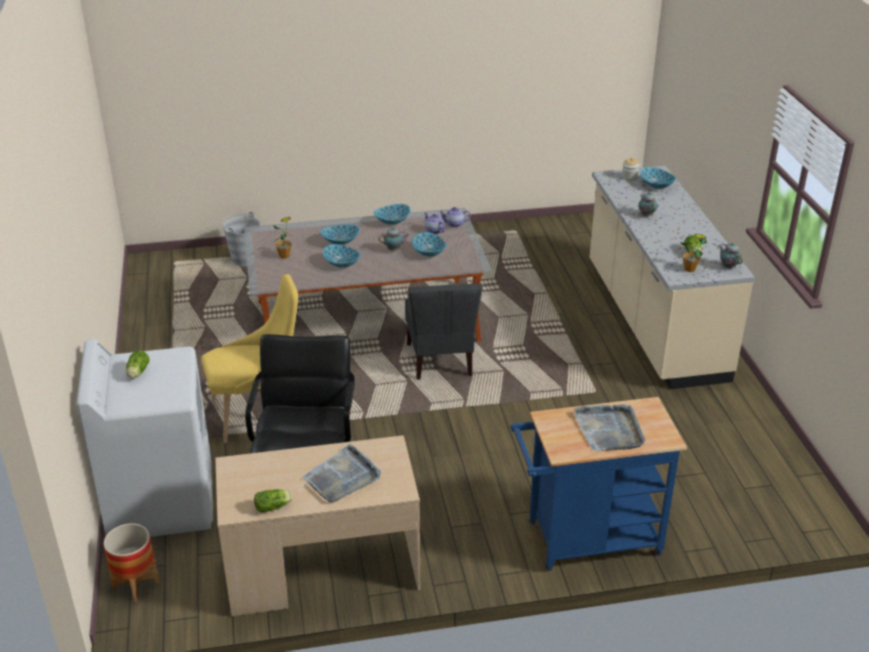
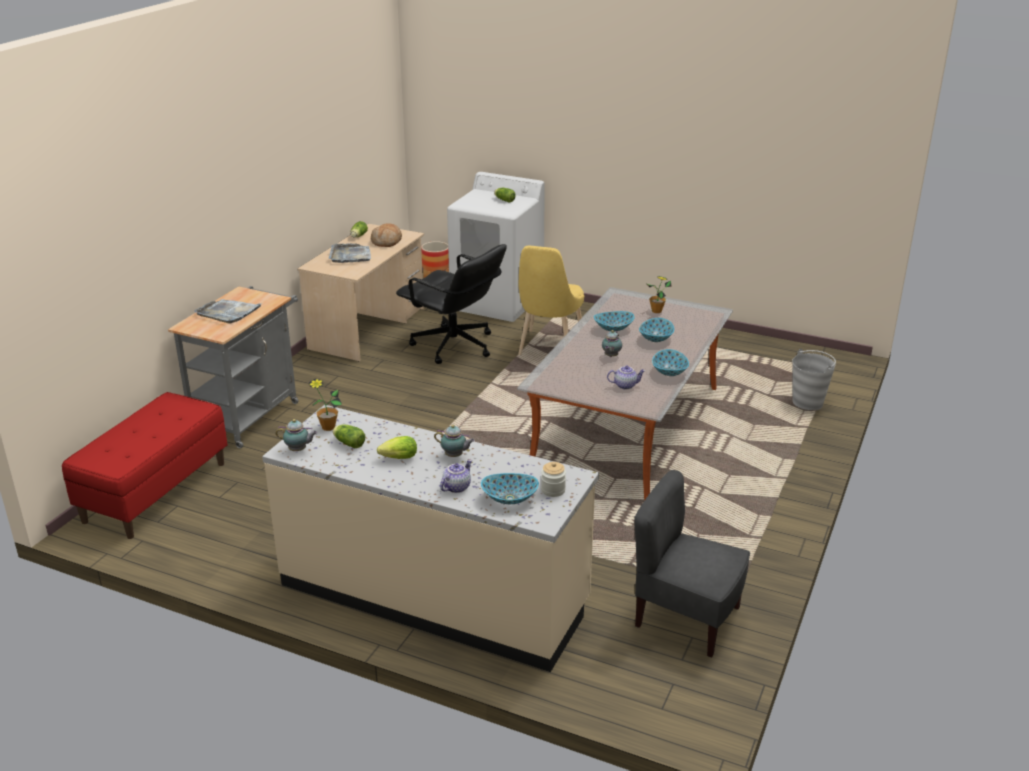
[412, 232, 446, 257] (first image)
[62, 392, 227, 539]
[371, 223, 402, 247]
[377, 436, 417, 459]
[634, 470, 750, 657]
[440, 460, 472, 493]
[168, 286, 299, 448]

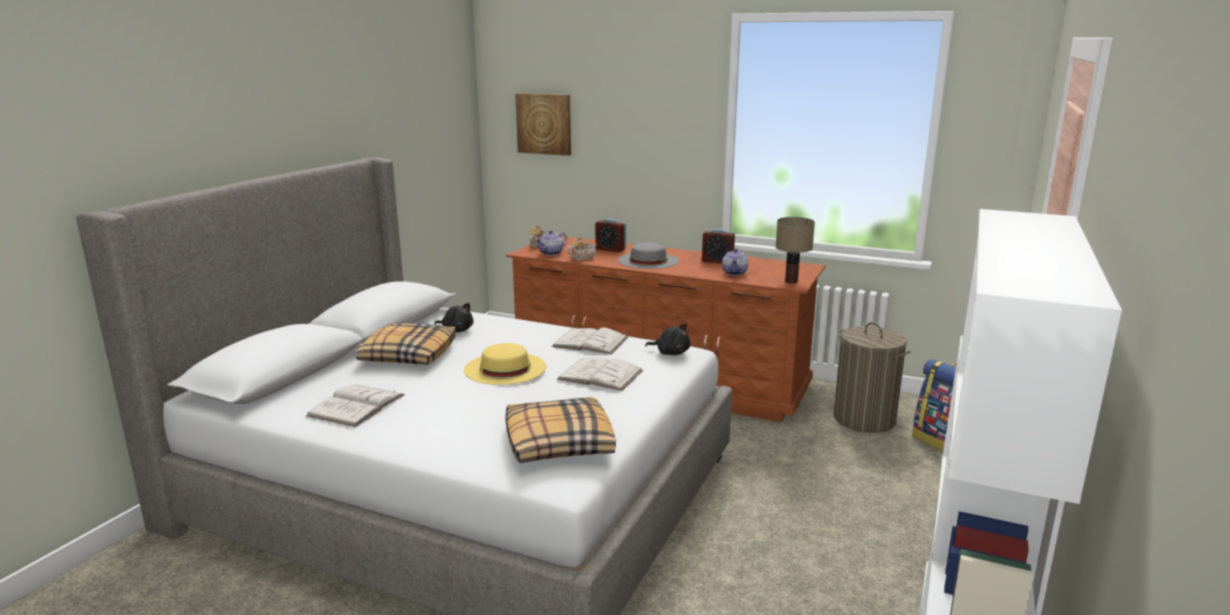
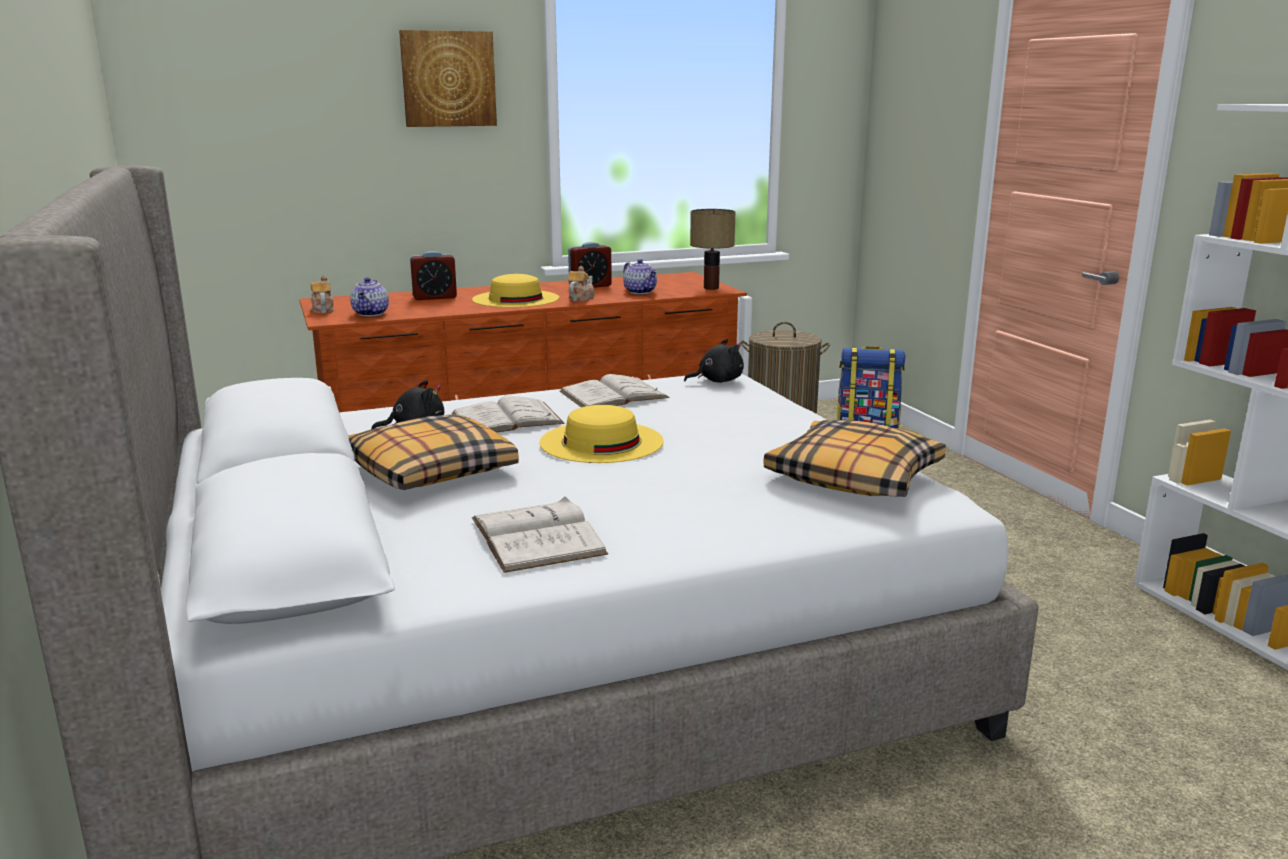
[399, 30, 497, 127]
[452, 396, 564, 432]
[568, 266, 594, 302]
[472, 274, 559, 307]

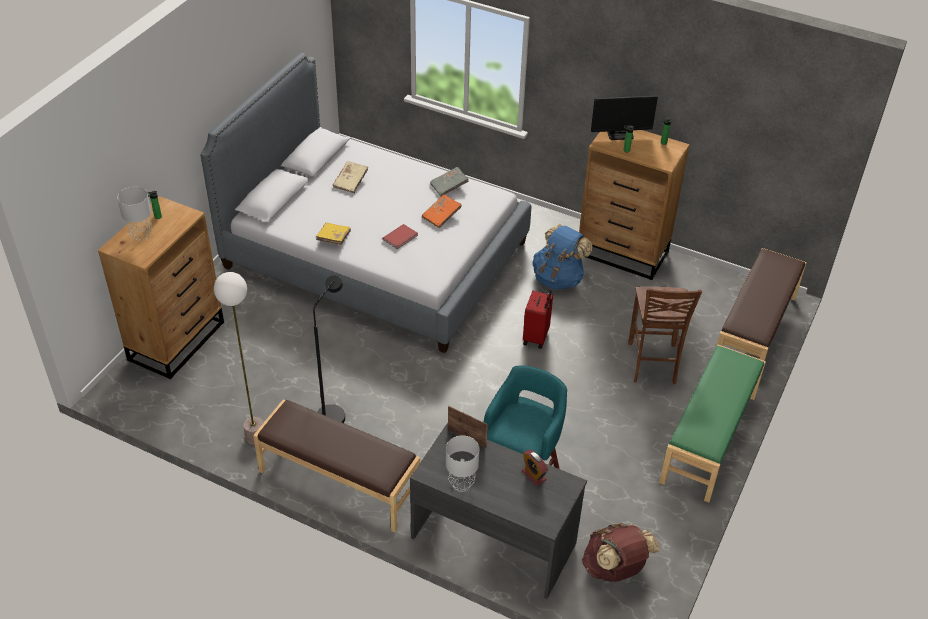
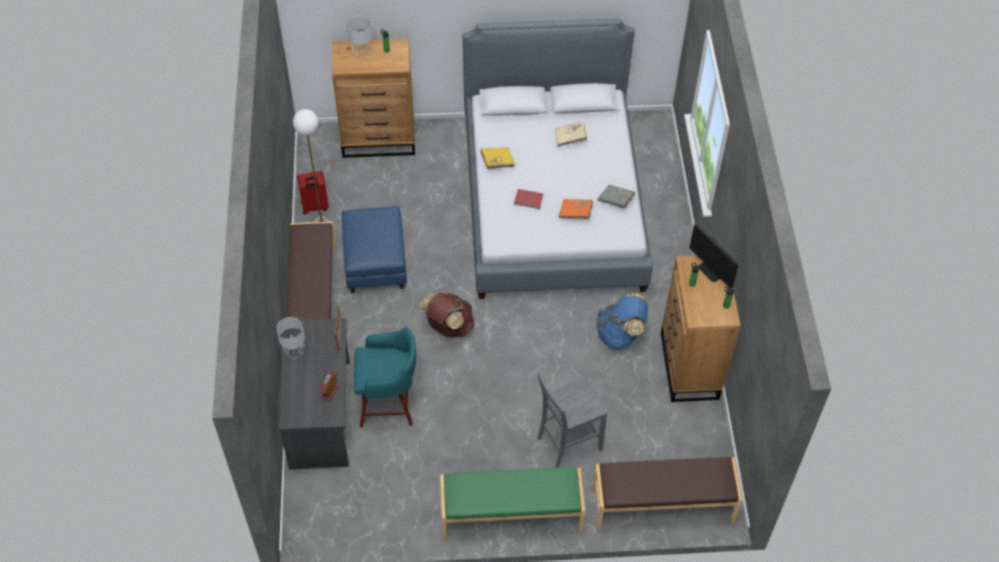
[297, 171, 329, 214]
[418, 292, 474, 337]
[342, 206, 407, 293]
[537, 372, 608, 468]

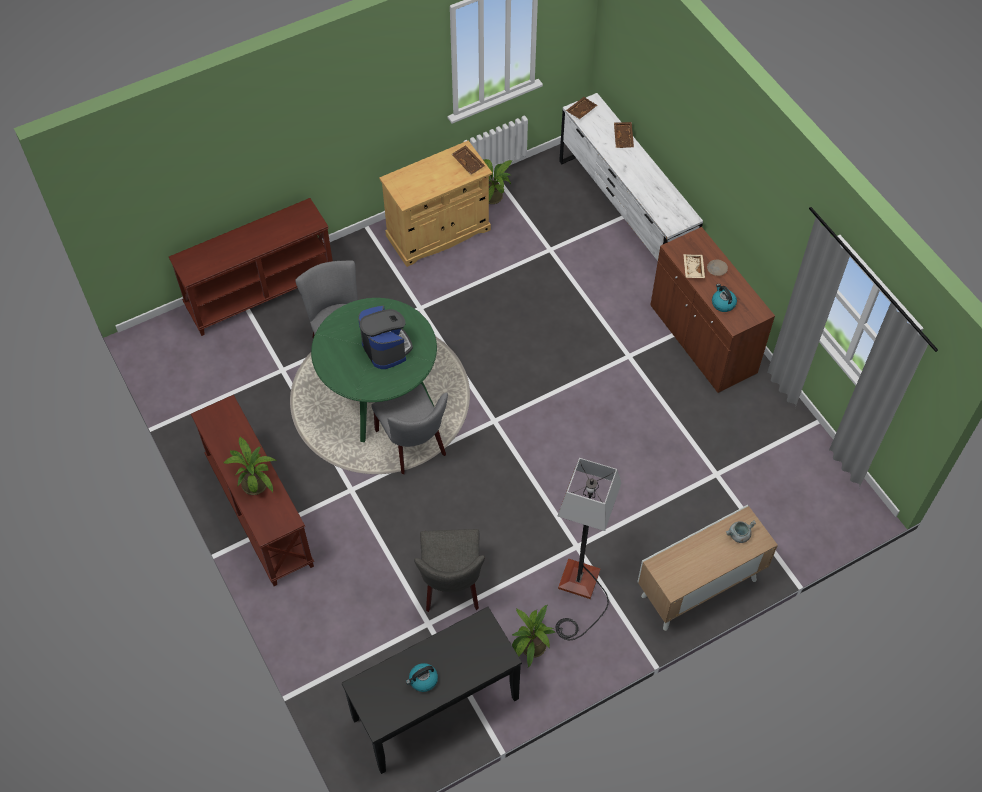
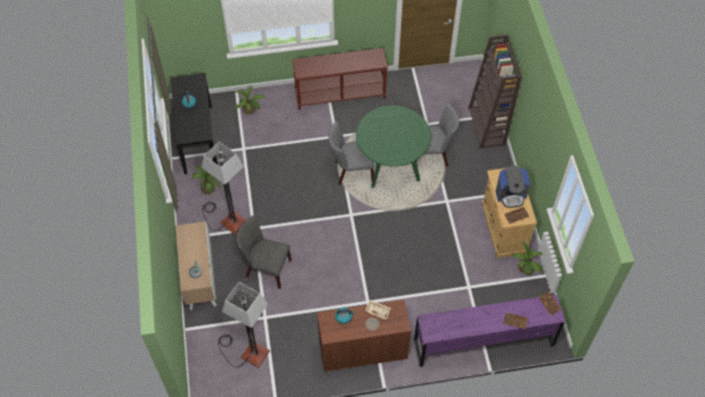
[218, 282, 270, 368]
[234, 86, 266, 115]
[496, 165, 530, 208]
[236, 215, 292, 289]
[468, 34, 522, 148]
[414, 295, 565, 367]

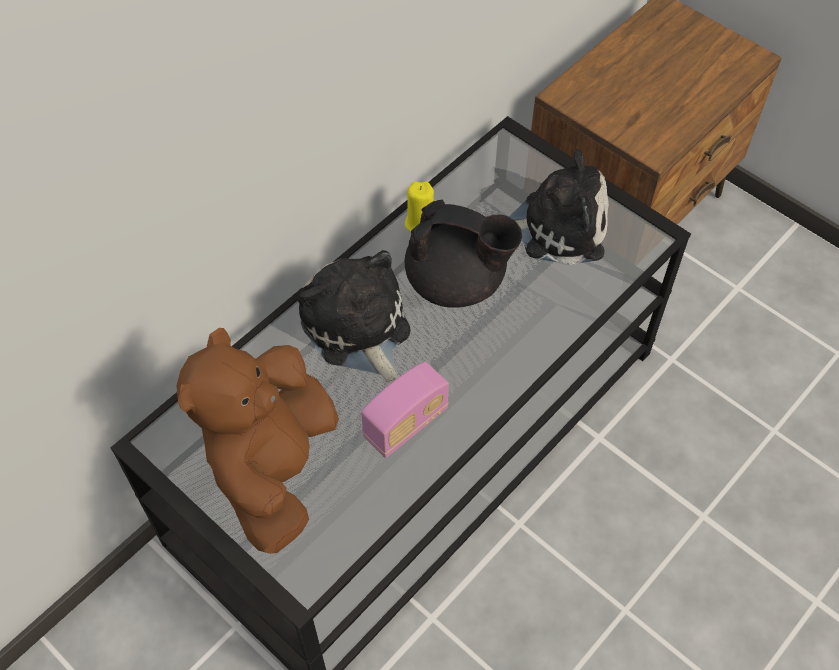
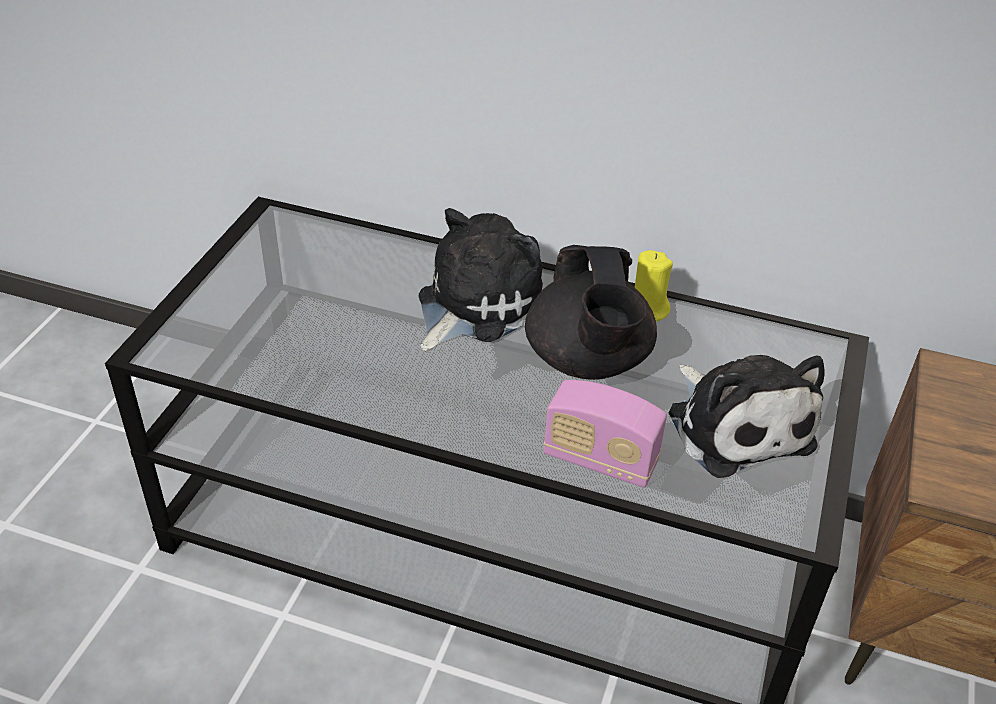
[176, 328, 339, 554] (first image)
[544, 380, 667, 488]

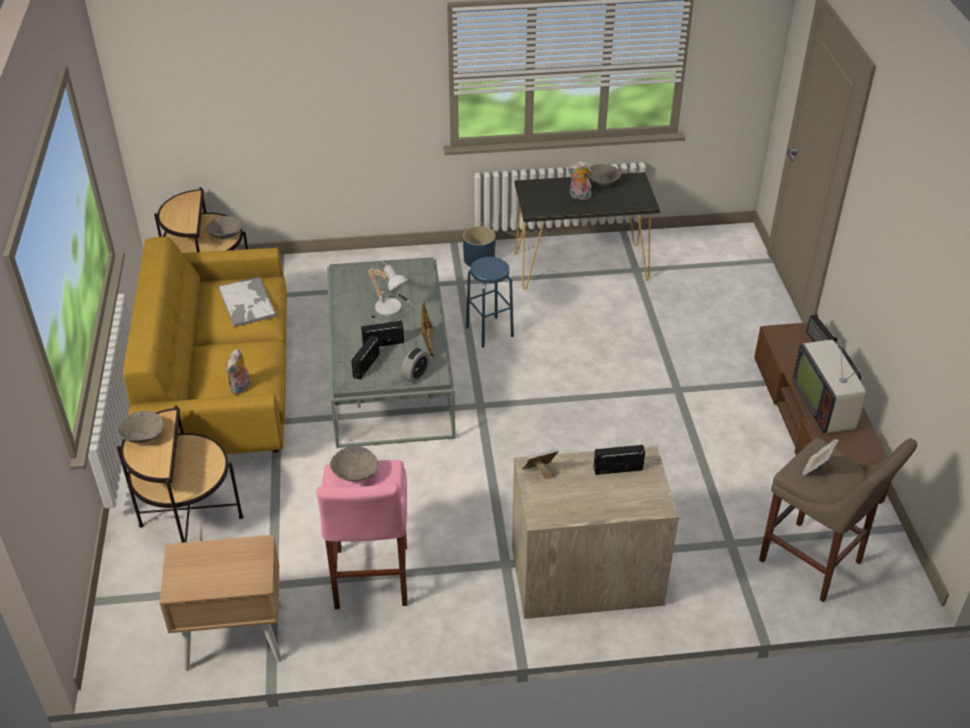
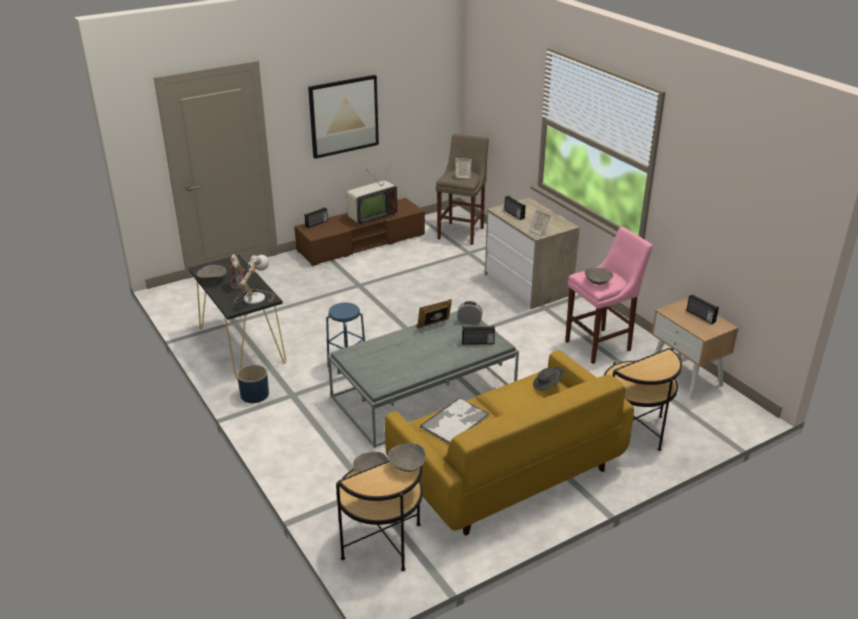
[308, 75, 379, 159]
[388, 443, 426, 472]
[687, 294, 719, 324]
[234, 255, 274, 304]
[533, 367, 564, 390]

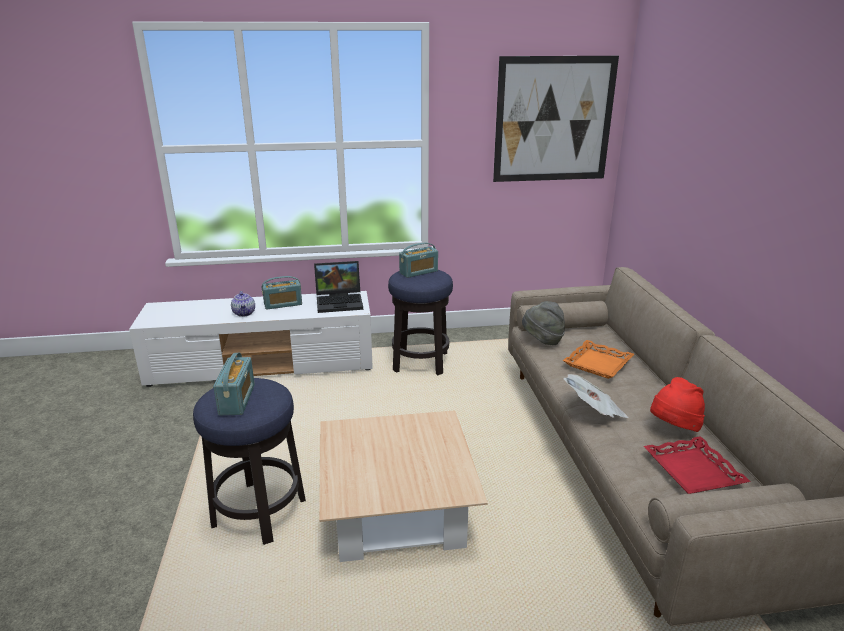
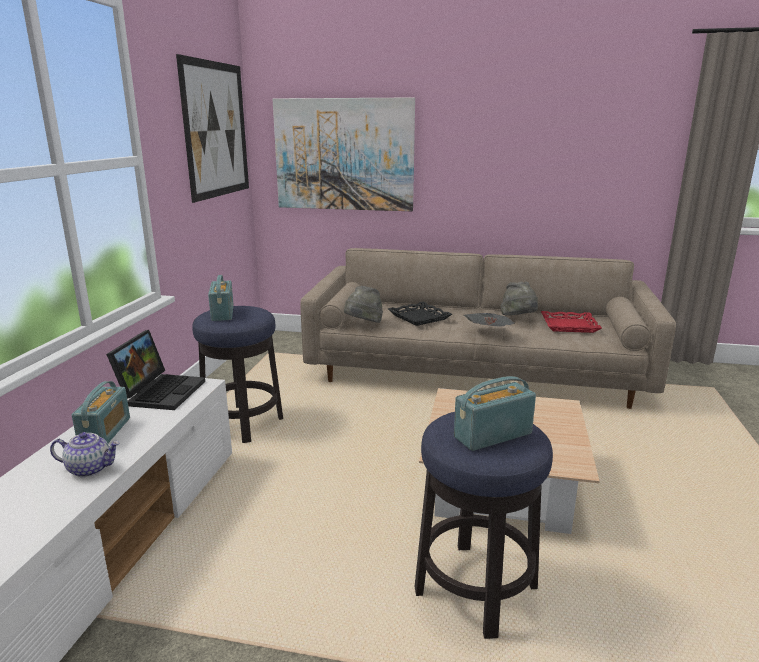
[273, 97, 415, 211]
[388, 302, 452, 326]
[501, 282, 538, 315]
[454, 376, 536, 451]

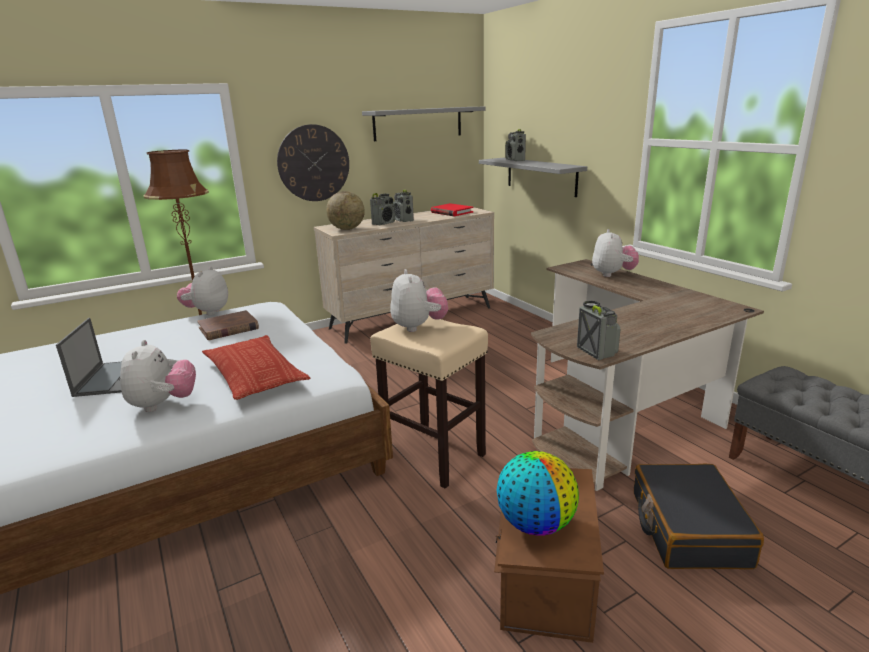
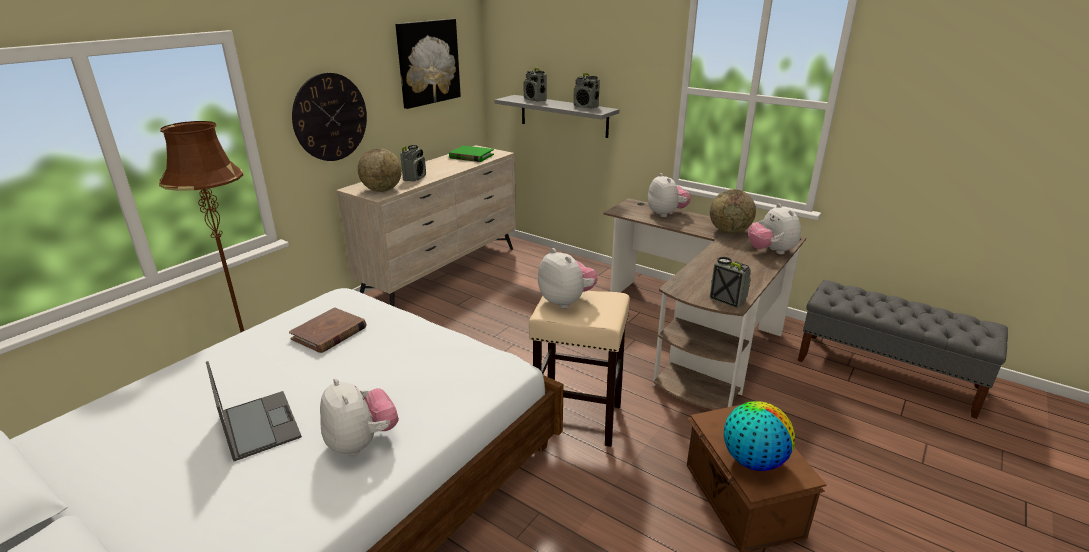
[202, 335, 310, 400] (first image)
[634, 464, 764, 569] (first image)
[710, 189, 756, 234]
[748, 204, 801, 254]
[573, 73, 600, 109]
[395, 19, 461, 109]
[449, 145, 494, 162]

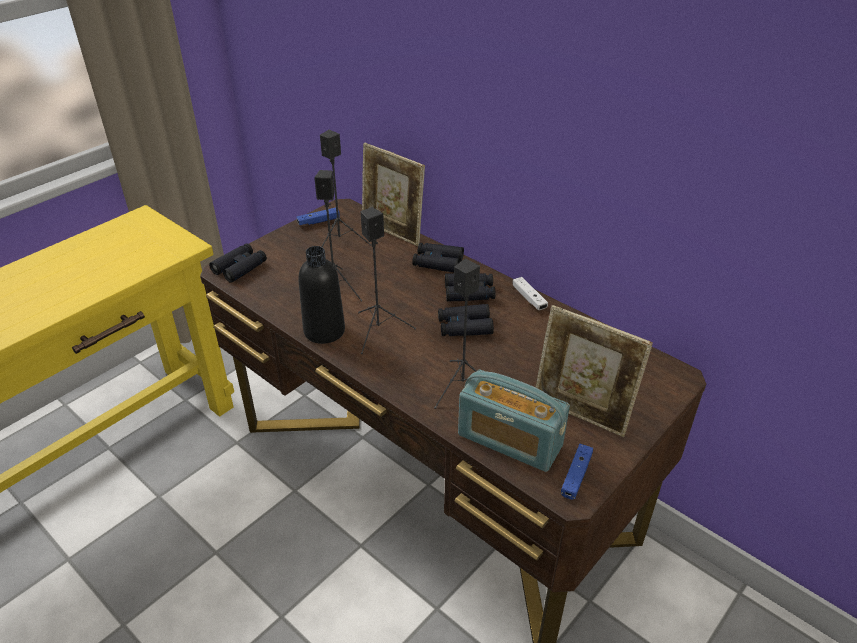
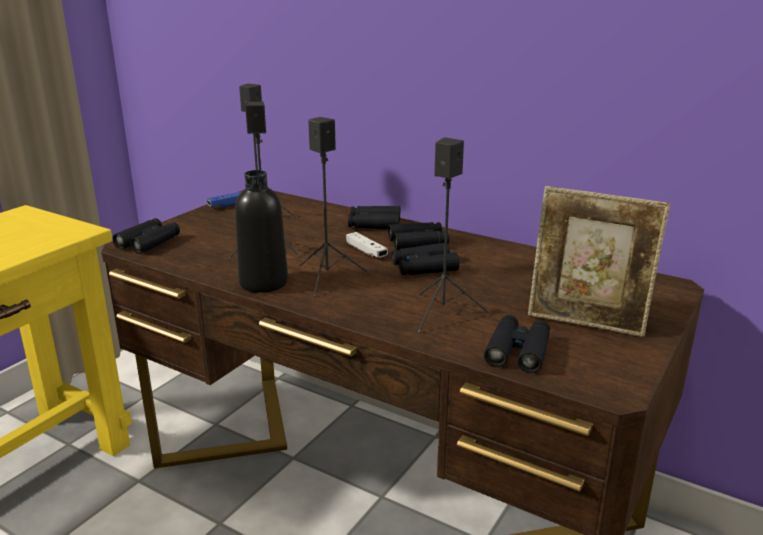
[362, 143, 425, 246] (first image)
[561, 444, 593, 500] (first image)
[346, 232, 388, 258]
[484, 315, 550, 373]

